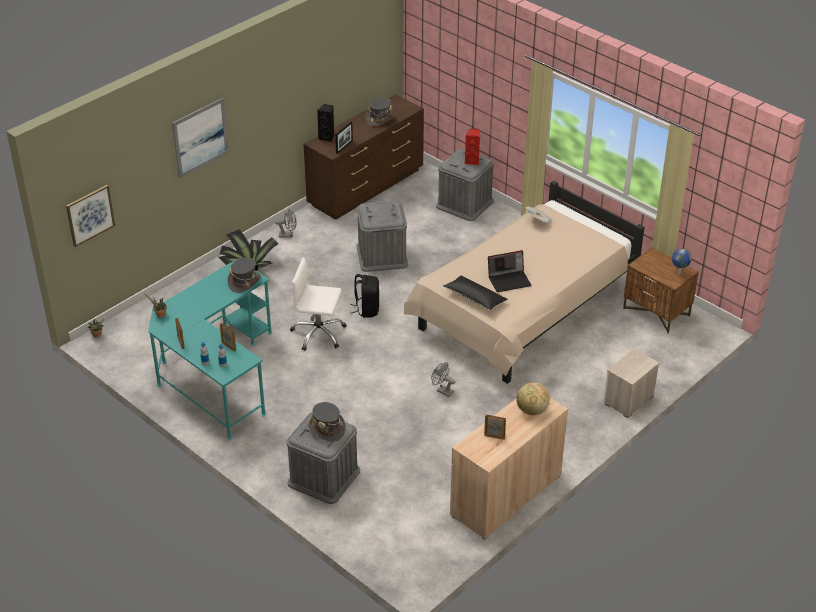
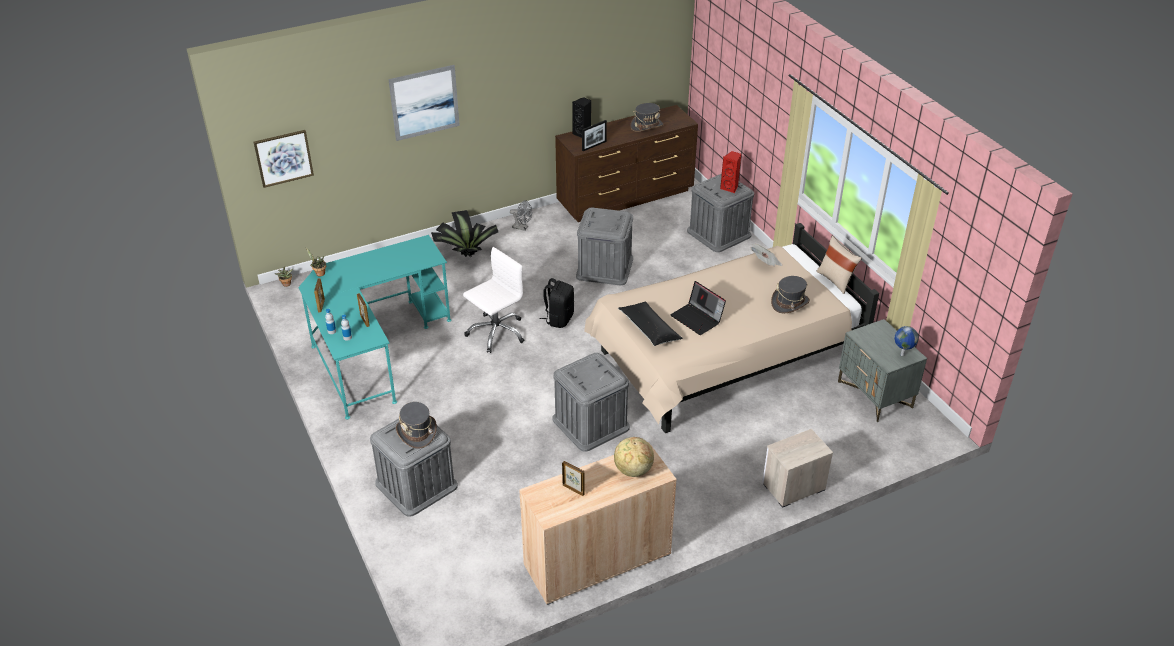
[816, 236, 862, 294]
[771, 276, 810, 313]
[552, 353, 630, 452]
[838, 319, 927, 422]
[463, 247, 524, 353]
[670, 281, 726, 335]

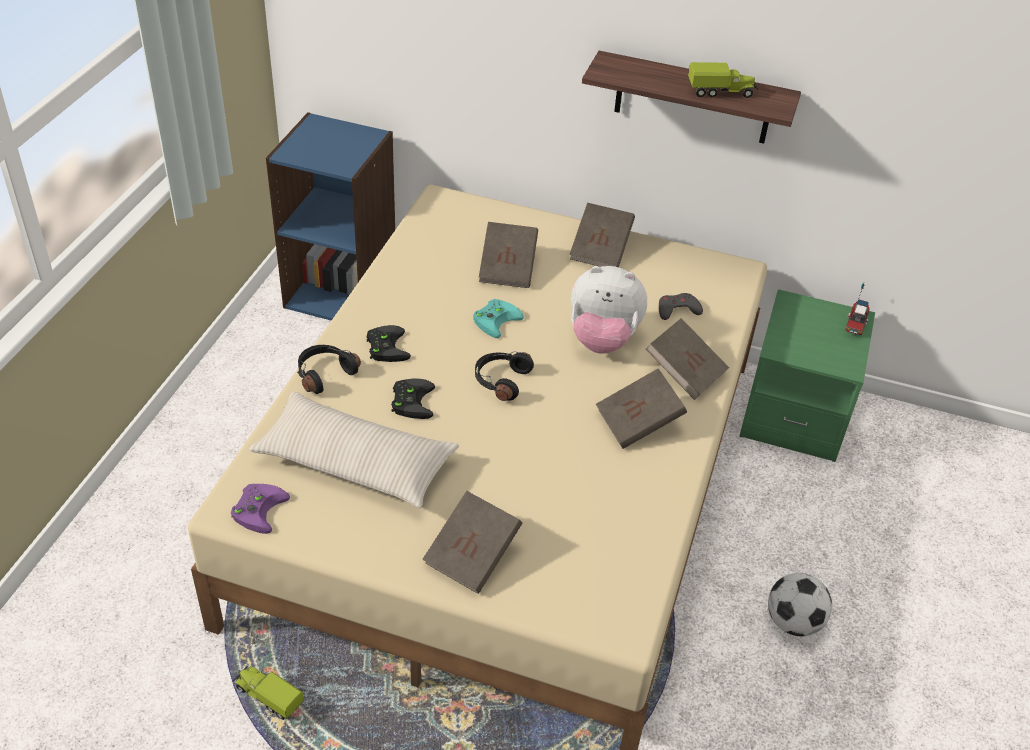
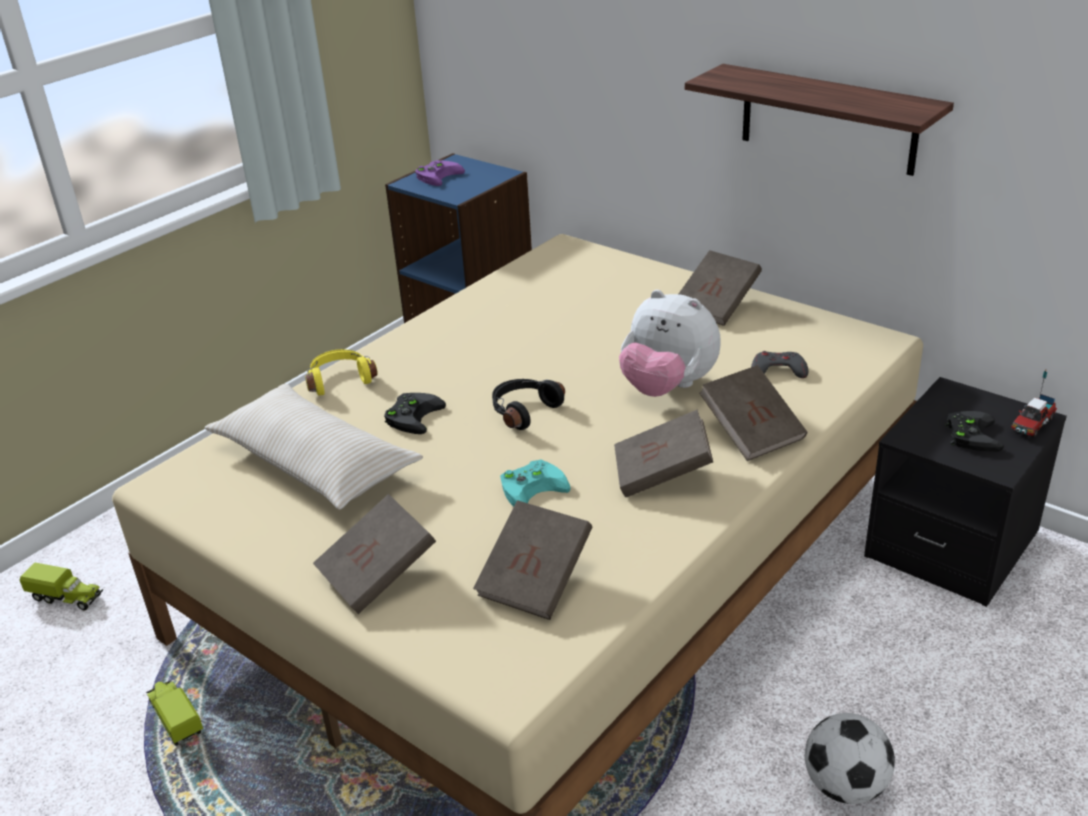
[415, 160, 465, 186]
[946, 411, 1004, 452]
[500, 460, 571, 507]
[473, 500, 592, 620]
[20, 562, 103, 610]
[305, 349, 378, 396]
[864, 377, 1067, 607]

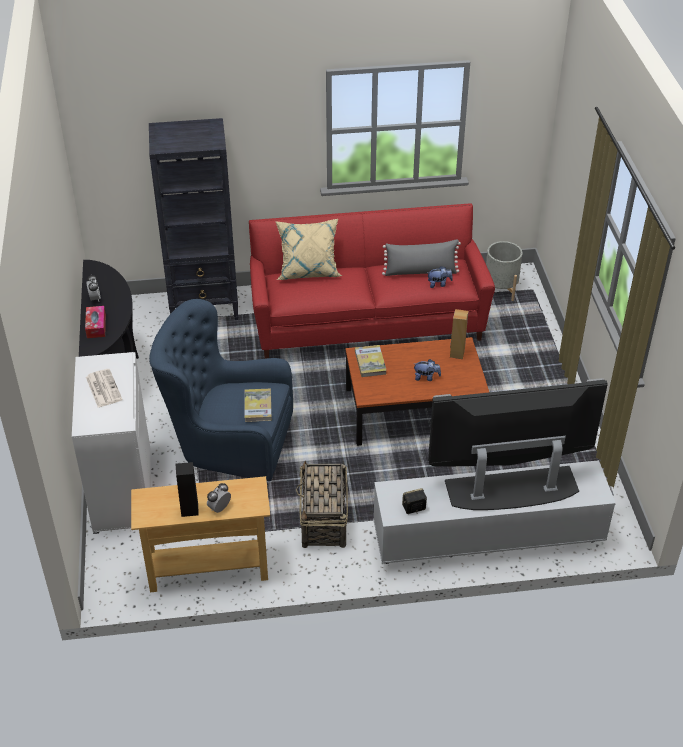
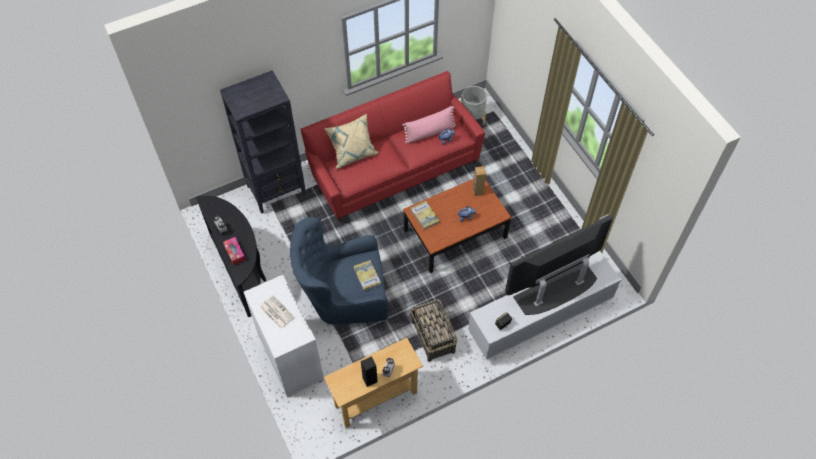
[403, 106, 456, 143]

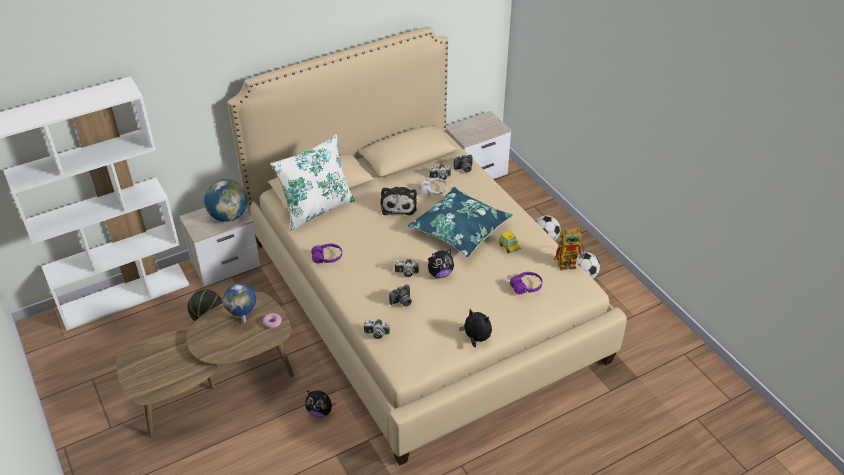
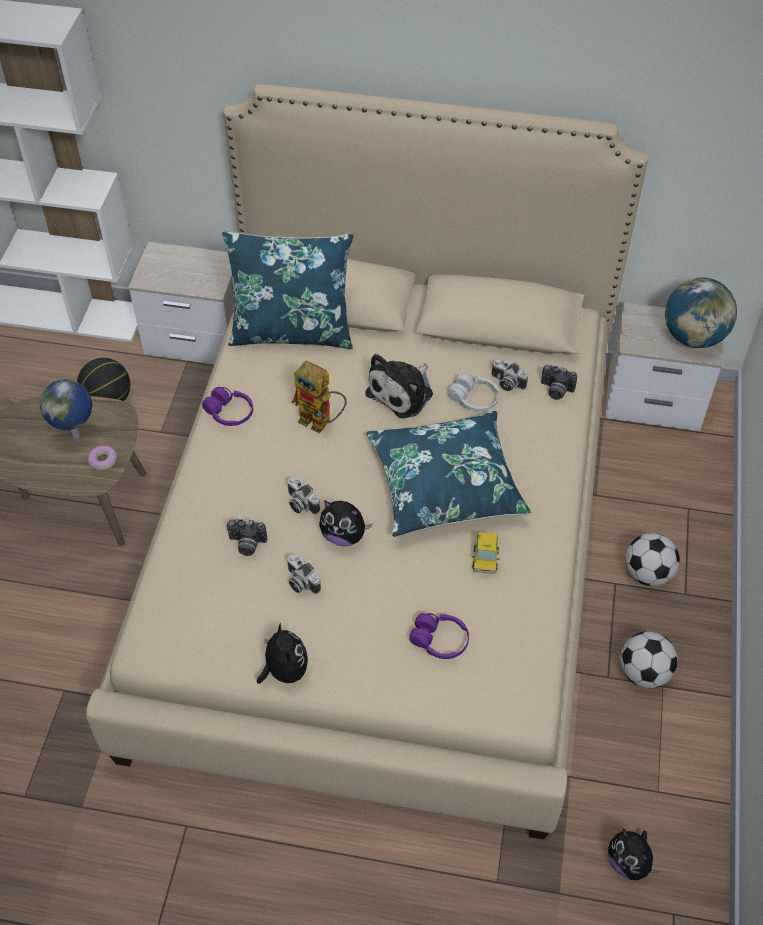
[665, 278, 737, 348]
[608, 829, 660, 880]
[287, 554, 321, 594]
[291, 360, 347, 434]
[222, 230, 353, 349]

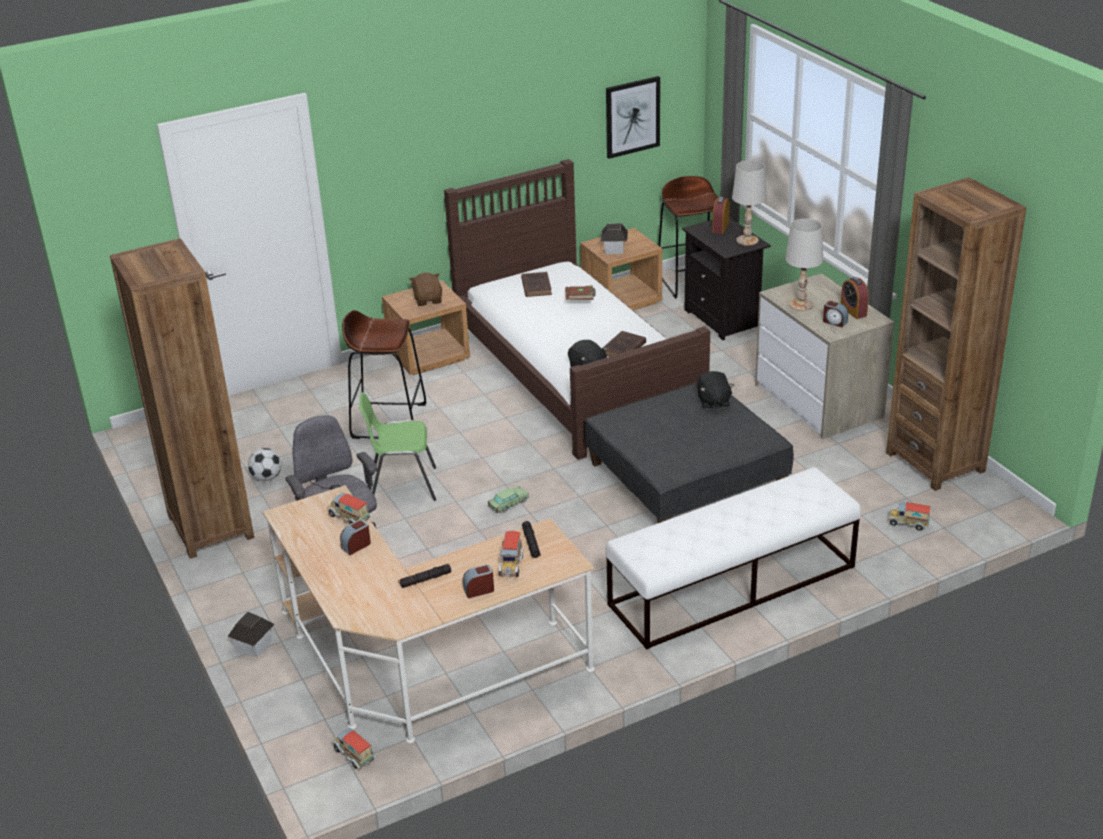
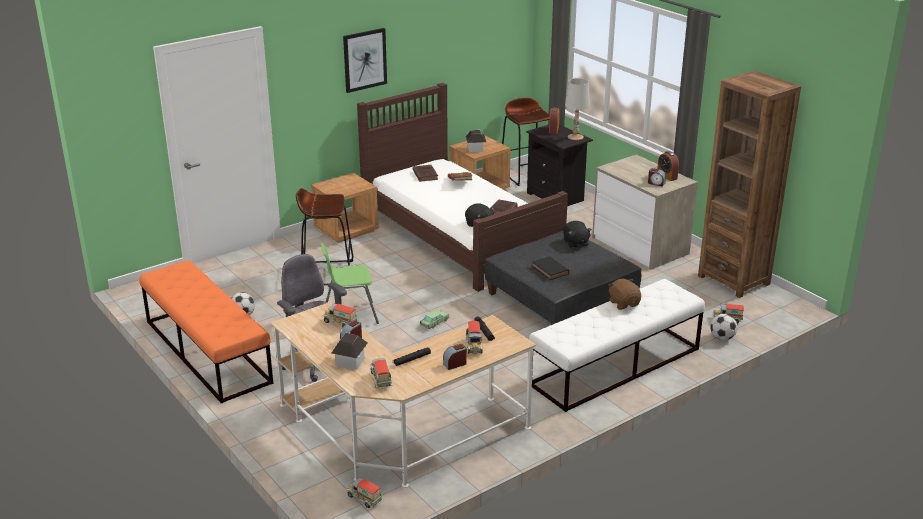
[785, 218, 823, 311] (first image)
[370, 358, 392, 388]
[532, 257, 569, 280]
[710, 314, 737, 340]
[331, 333, 368, 370]
[608, 279, 641, 310]
[343, 28, 387, 93]
[139, 260, 273, 403]

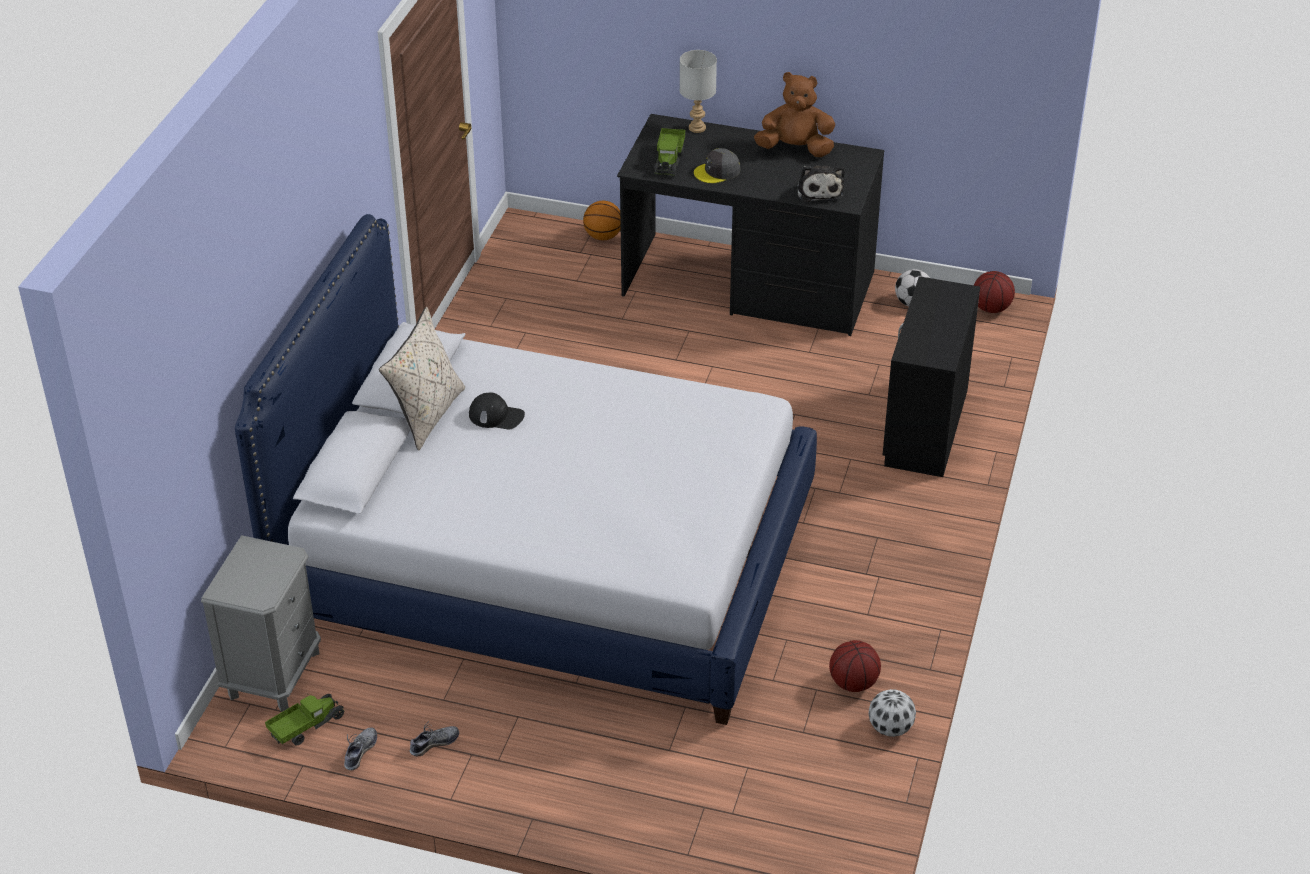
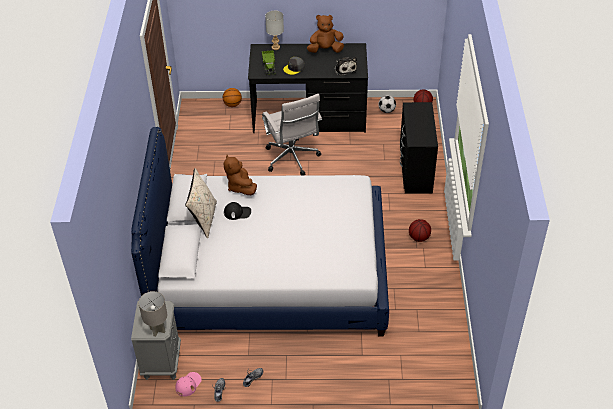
[869, 689, 916, 737] (first image)
[139, 291, 167, 337]
[224, 155, 257, 195]
[262, 94, 322, 176]
[409, 219, 431, 242]
[175, 372, 202, 397]

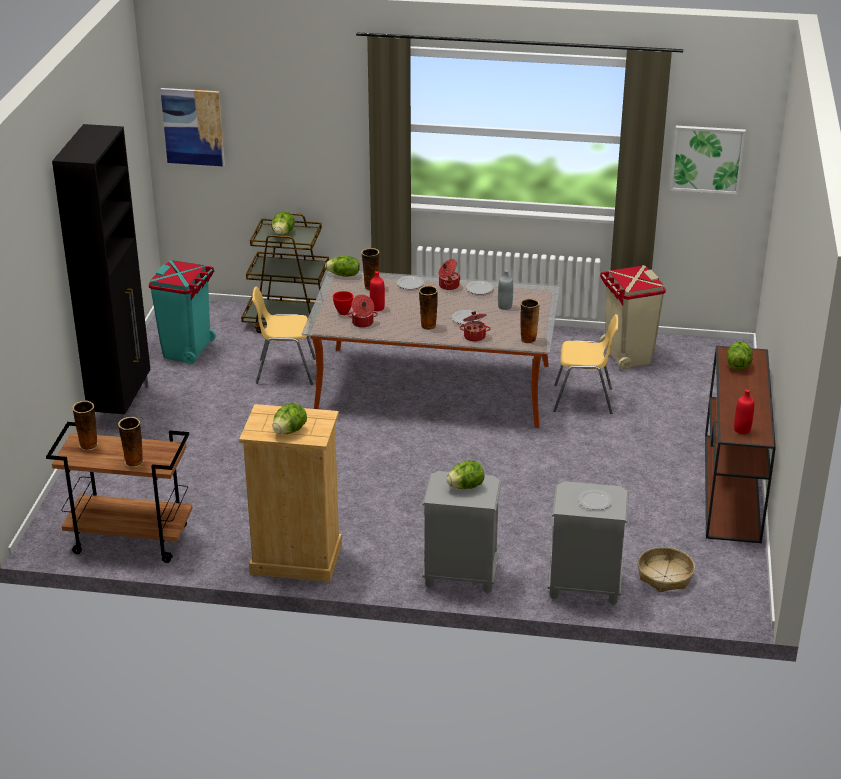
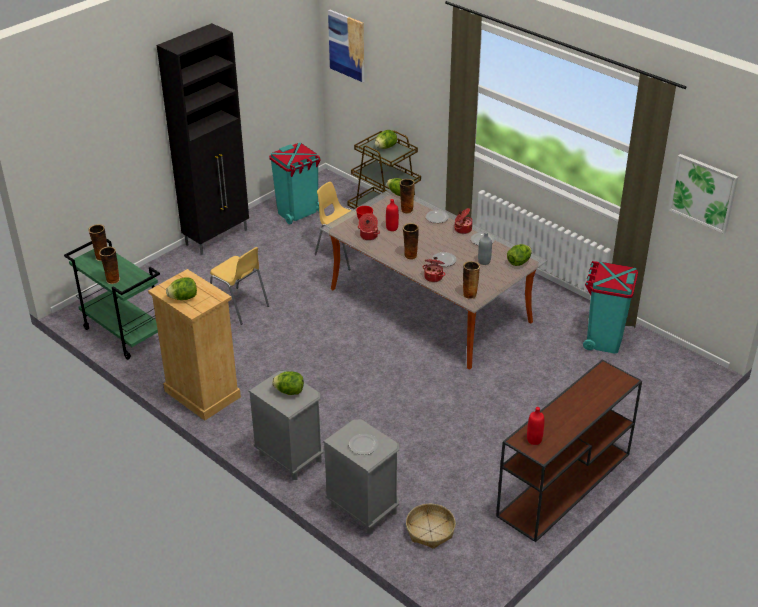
[210, 247, 269, 325]
[507, 244, 532, 266]
[64, 238, 160, 360]
[583, 261, 638, 354]

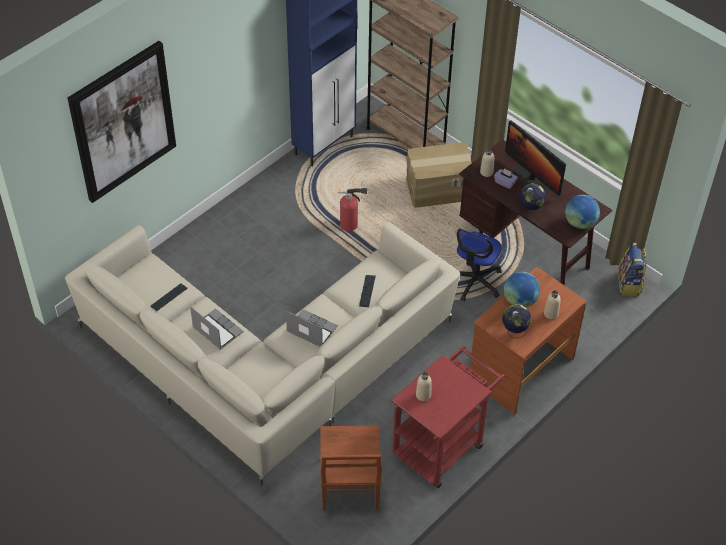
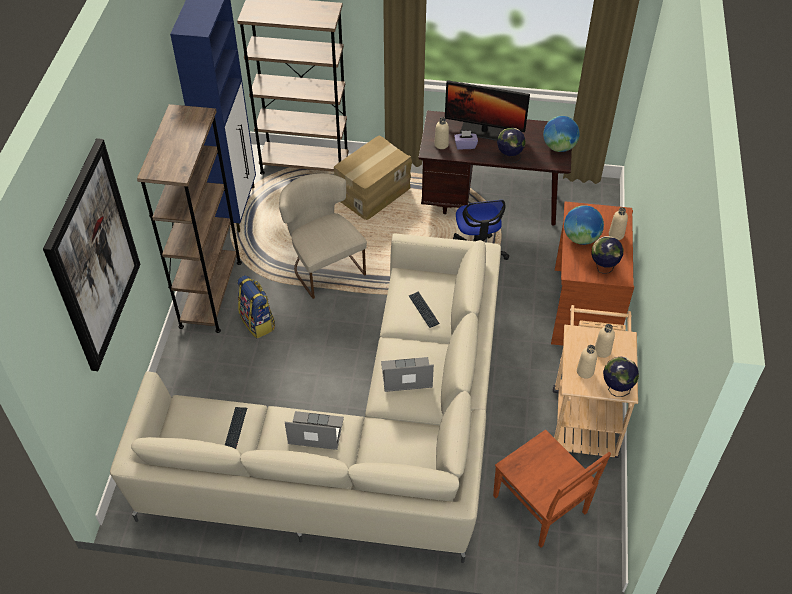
[137, 104, 242, 333]
[595, 324, 615, 358]
[603, 356, 639, 397]
[237, 275, 275, 339]
[279, 173, 367, 299]
[553, 305, 638, 458]

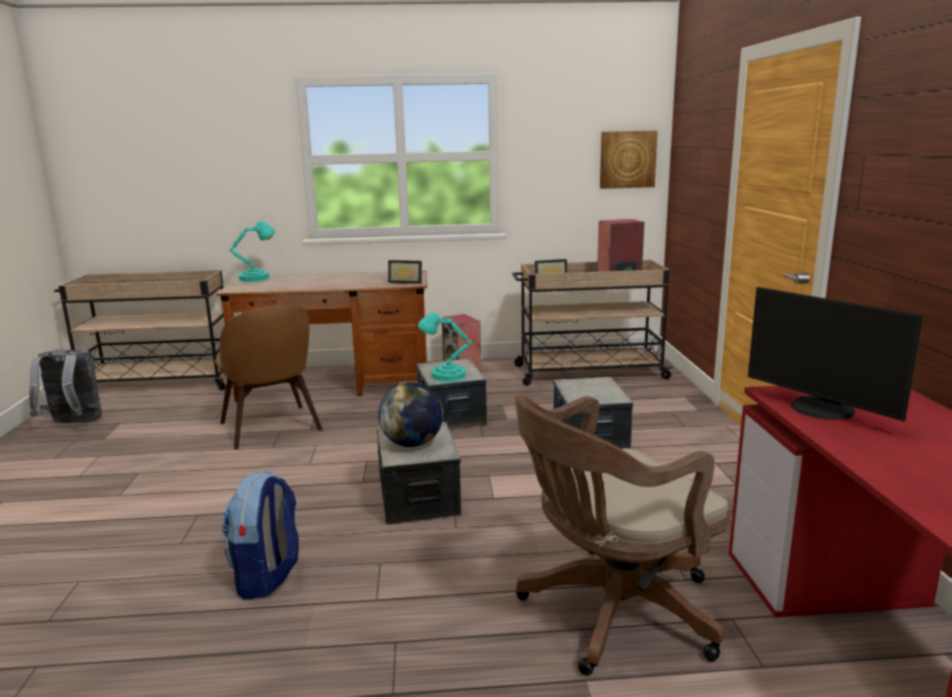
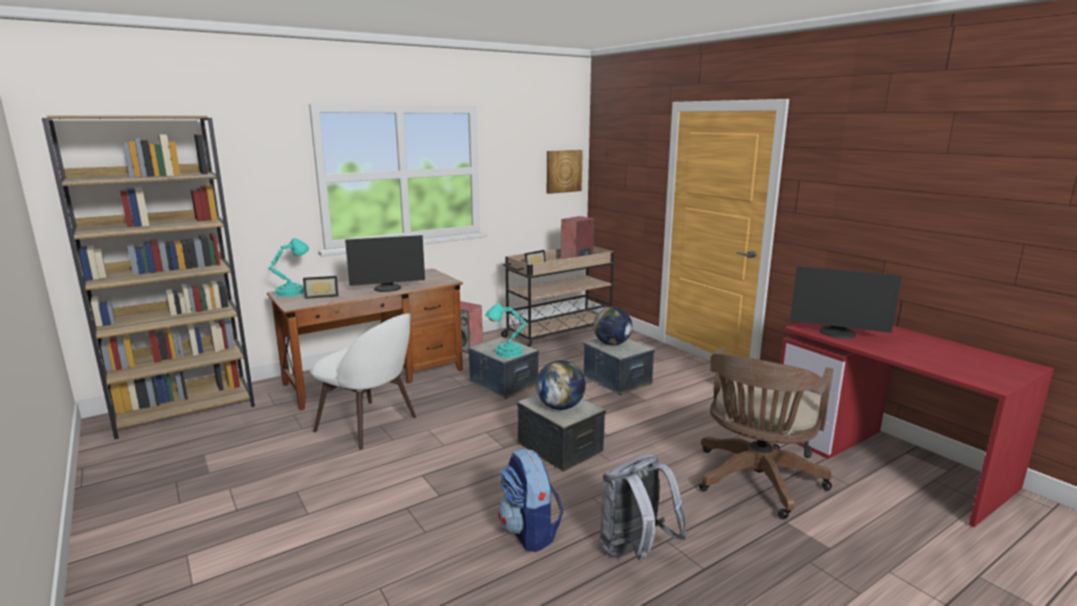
[345, 235, 425, 292]
[594, 307, 632, 345]
[600, 454, 688, 562]
[303, 276, 339, 299]
[42, 115, 255, 439]
[310, 313, 416, 450]

